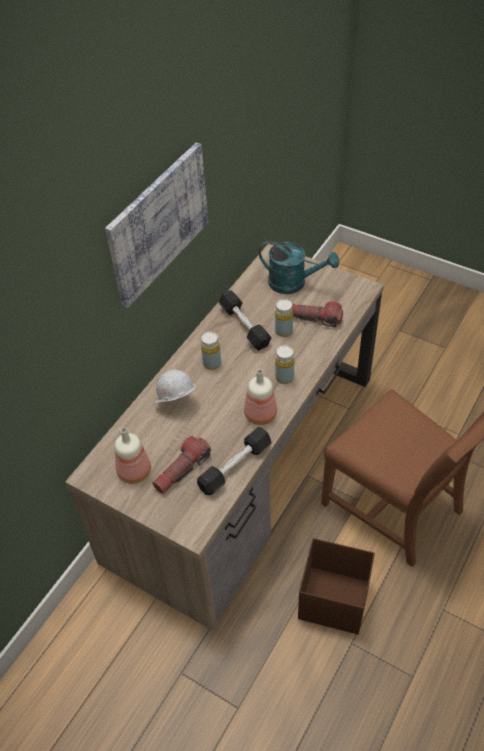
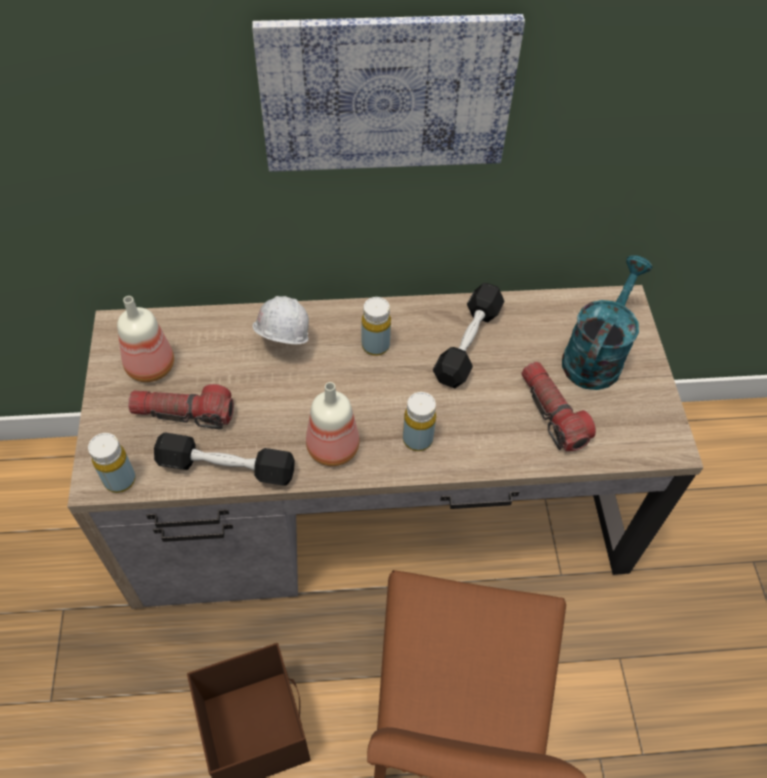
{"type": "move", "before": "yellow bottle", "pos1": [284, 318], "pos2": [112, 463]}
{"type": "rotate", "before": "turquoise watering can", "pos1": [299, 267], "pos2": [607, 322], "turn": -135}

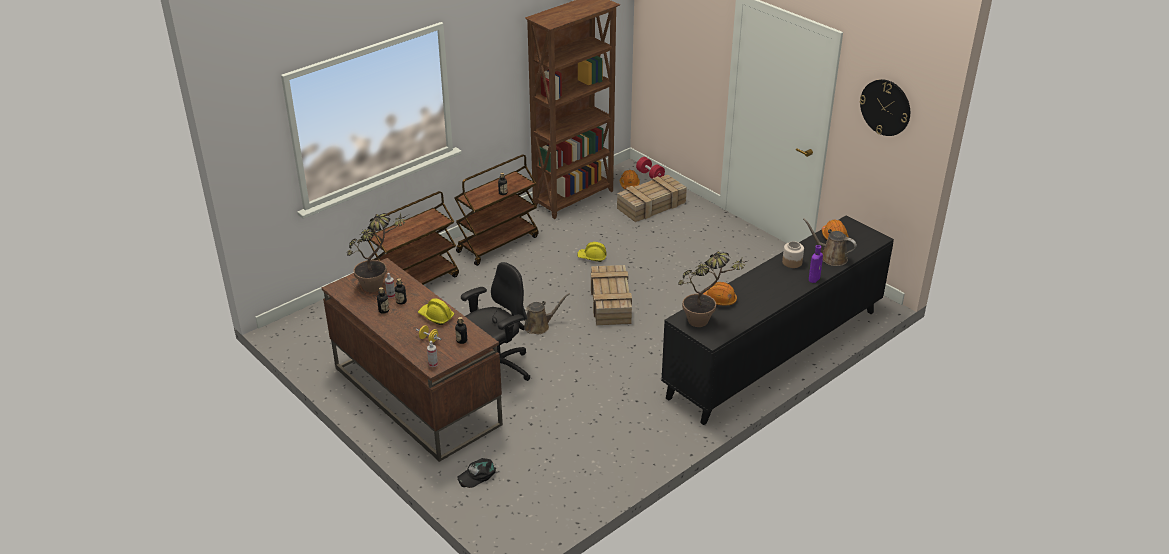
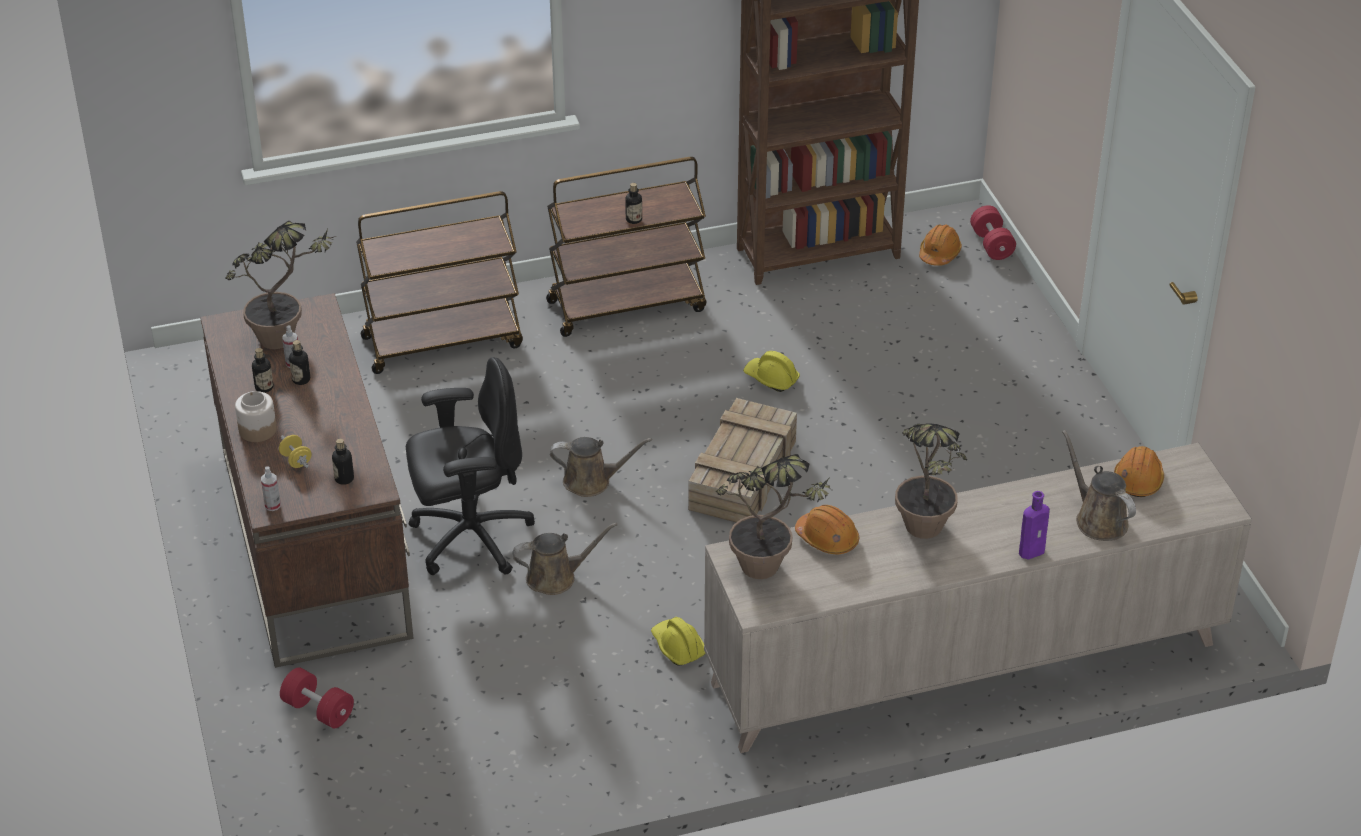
{"type": "move", "before": "jar", "pos1": [793, 254], "pos2": [256, 416]}
{"type": "replace", "before": "black cap", "after": "red dumbbell", "pos1": [476, 473], "pos2": [317, 698]}
{"type": "insert", "after": "brown watering can", "pos2": [564, 559]}
{"type": "move", "before": "yellow hard hat", "pos1": [436, 311], "pos2": [678, 641]}
{"type": "recolor", "before": "black cabinet", "after": "beige cabinet", "pos1": [777, 320], "pos2": [978, 598]}
{"type": "insert", "after": "potted plant", "pos2": [931, 481]}
{"type": "delete", "before": "crate", "pos1": [652, 198]}
{"type": "delete", "before": "wall clock", "pos1": [884, 107]}

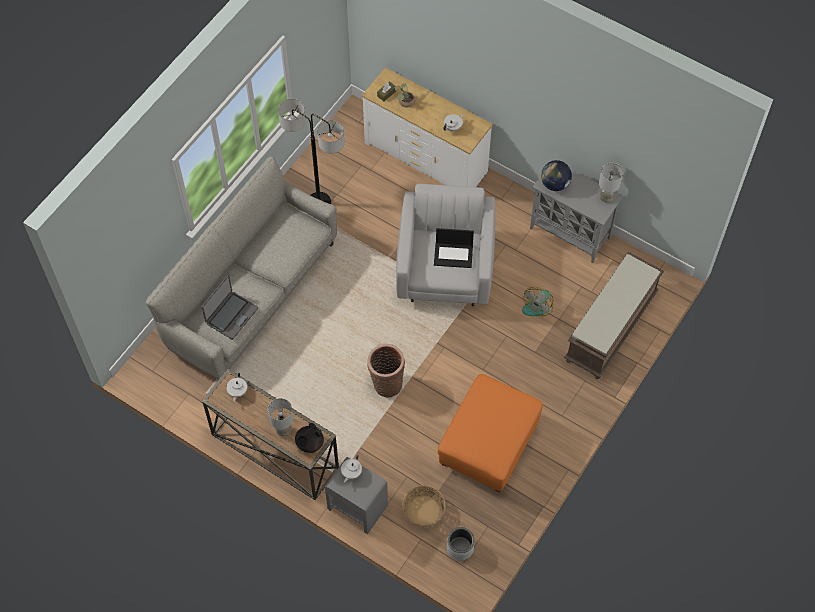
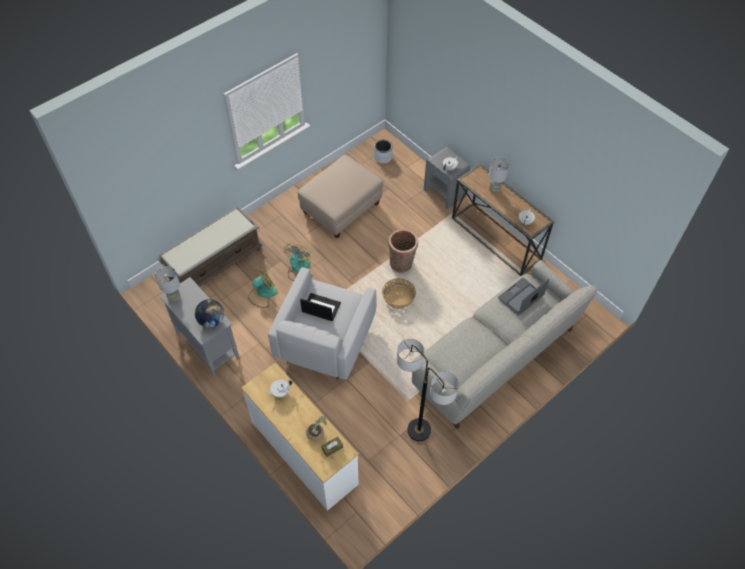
{"type": "insert", "after": "fan", "pos2": [298, 262]}
{"type": "recolor", "before": "orange ottoman", "after": "beige ottoman", "pos1": [490, 433], "pos2": [340, 196]}
{"type": "move", "before": "basket", "pos1": [424, 506], "pos2": [399, 293]}
{"type": "delete", "before": "black teapot", "pos1": [309, 438]}

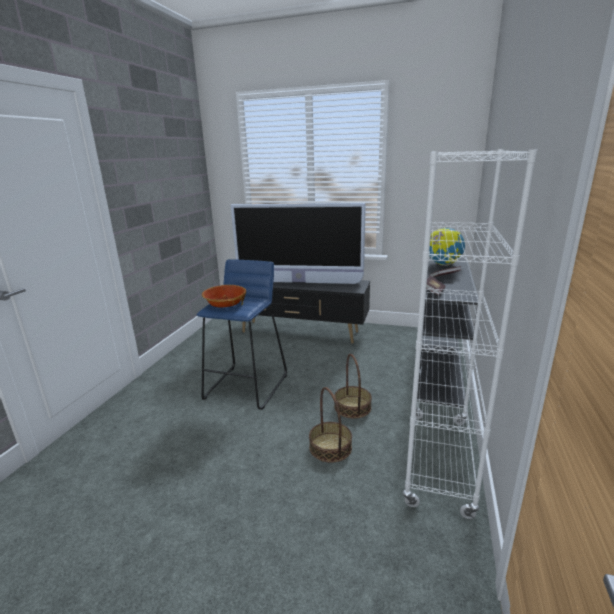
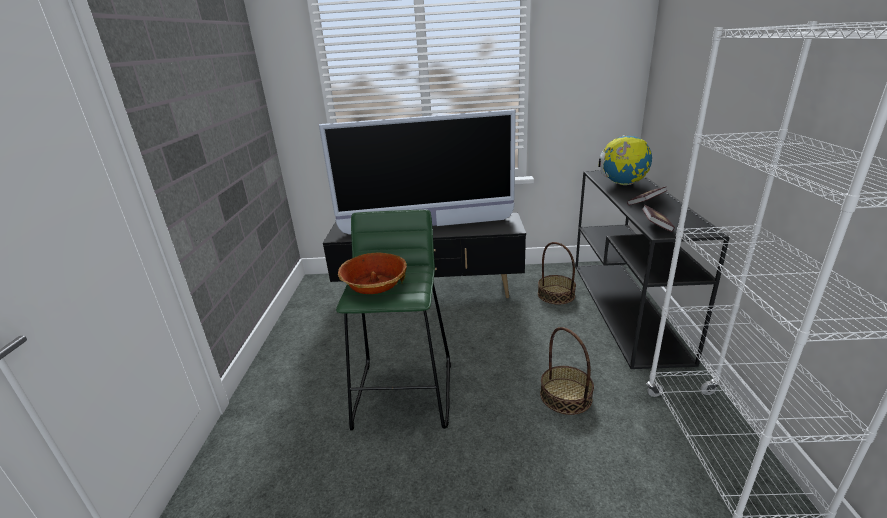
{"type": "recolor", "before": "blue stool", "after": "green stool", "pos1": [242, 334], "pos2": [393, 320]}
{"type": "move", "before": "basket", "pos1": [330, 425], "pos2": [557, 273]}

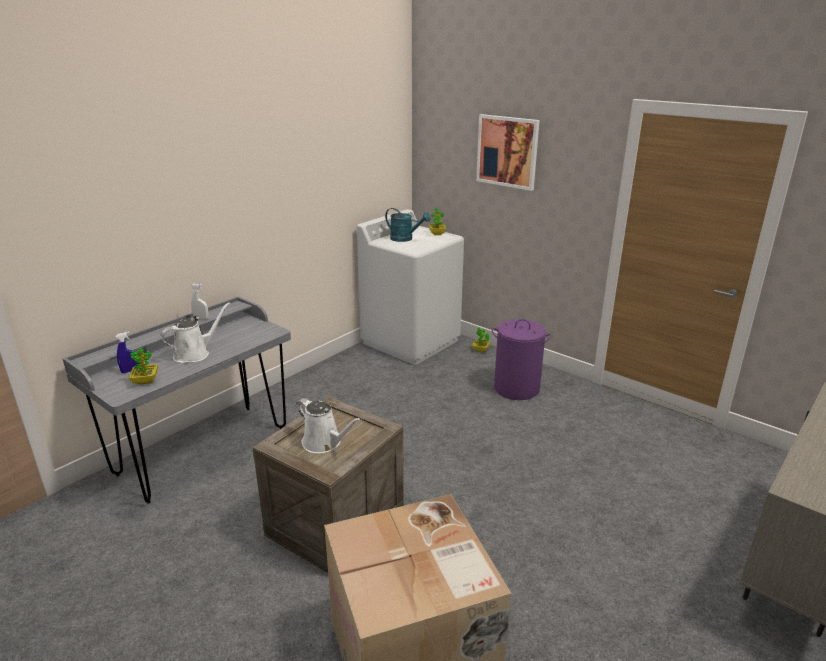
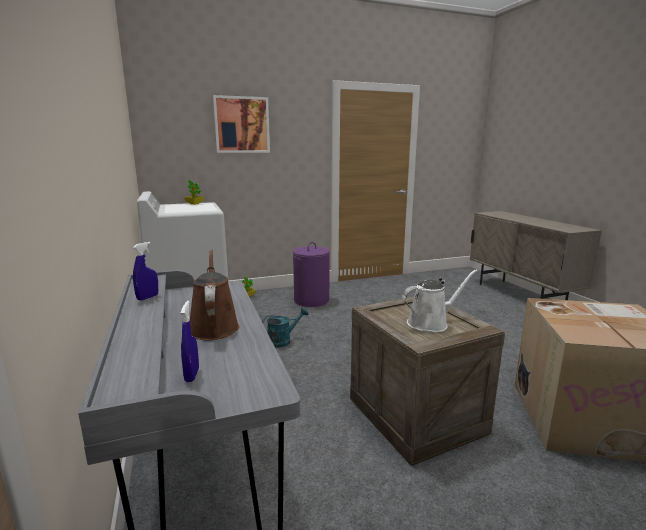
{"type": "recolor", "before": "white spray bottle", "after": "blue spray bottle", "pos1": [200, 302], "pos2": [145, 271]}
{"type": "recolor", "before": "white watering can", "after": "brown watering can", "pos1": [195, 332], "pos2": [215, 295]}
{"type": "move", "before": "turquoise watering can", "pos1": [408, 225], "pos2": [285, 327]}
{"type": "delete", "before": "potted plant", "pos1": [143, 366]}

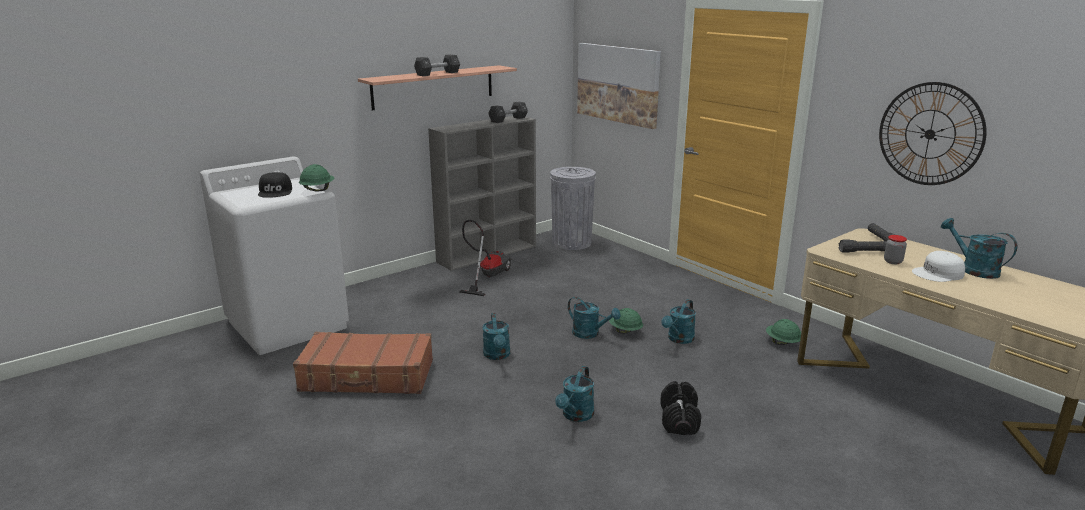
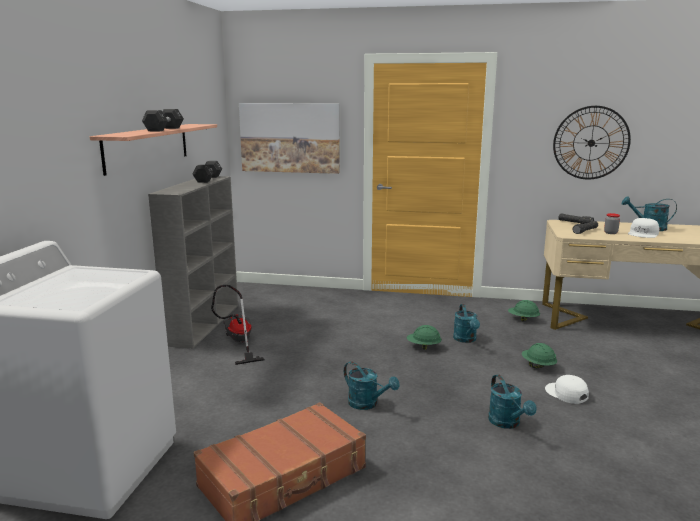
{"type": "move", "before": "green hard hat", "pos1": [317, 178], "pos2": [539, 355]}
{"type": "replace", "before": "black dumbbell", "after": "white cap", "pos1": [680, 408], "pos2": [567, 389]}
{"type": "delete", "before": "black cap", "pos1": [275, 185]}
{"type": "delete", "before": "grey trash can", "pos1": [573, 208]}
{"type": "delete", "before": "turquoise watering can", "pos1": [594, 318]}

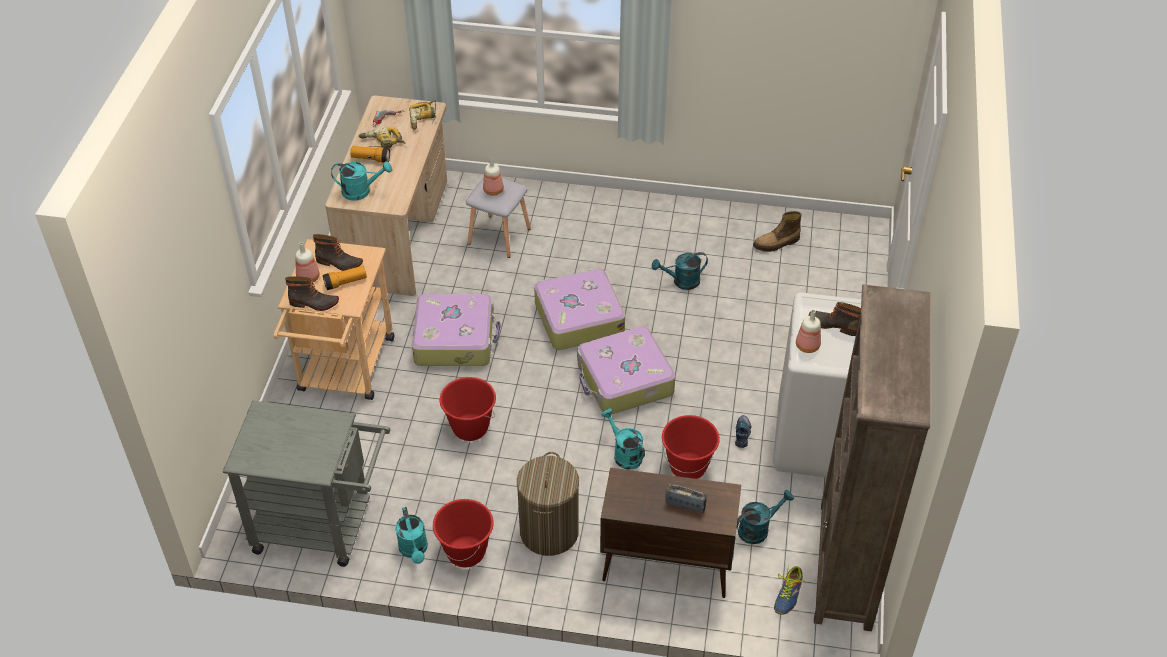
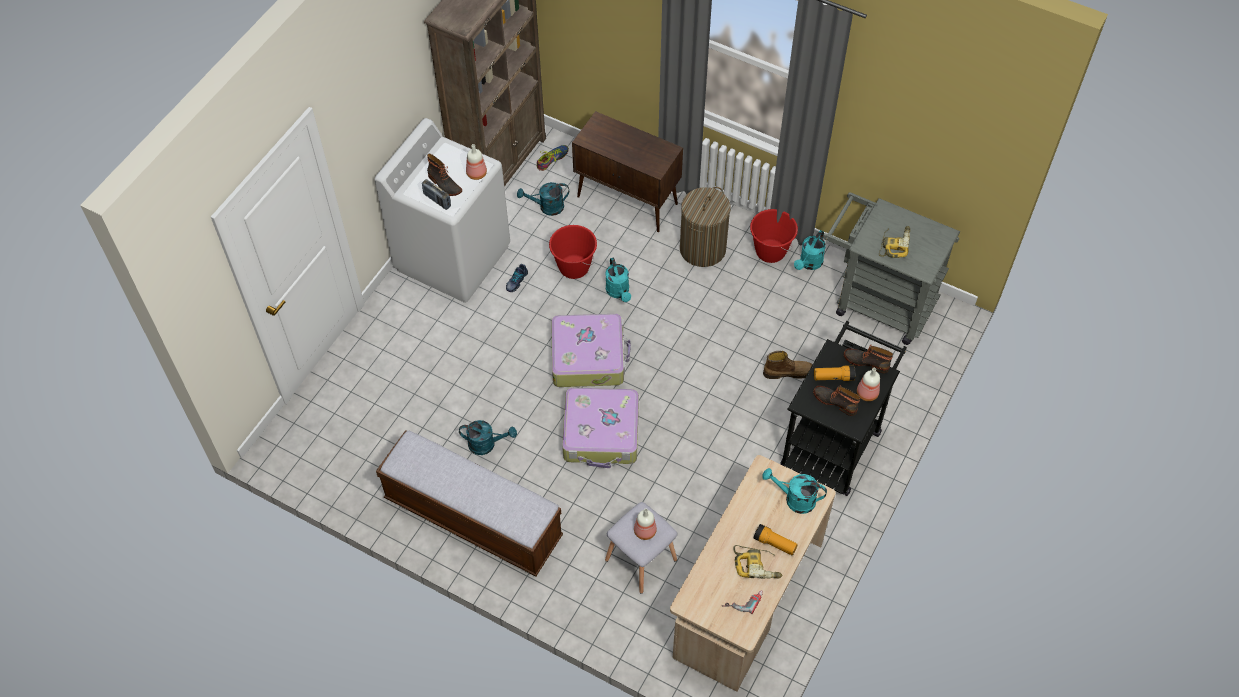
{"type": "insert", "after": "bench", "pos2": [469, 503]}
{"type": "move", "before": "radio", "pos1": [686, 498], "pos2": [436, 194]}
{"type": "move", "before": "boot", "pos1": [777, 231], "pos2": [787, 365]}
{"type": "recolor", "before": "beige cart", "after": "black cart", "pos1": [334, 319], "pos2": [844, 408]}
{"type": "rotate", "before": "turquoise watering can", "pos1": [411, 535], "pos2": [810, 250], "turn": -150}
{"type": "move", "before": "power drill", "pos1": [423, 115], "pos2": [894, 242]}
{"type": "delete", "before": "suitcase", "pos1": [456, 330]}
{"type": "delete", "before": "red bucket", "pos1": [467, 409]}

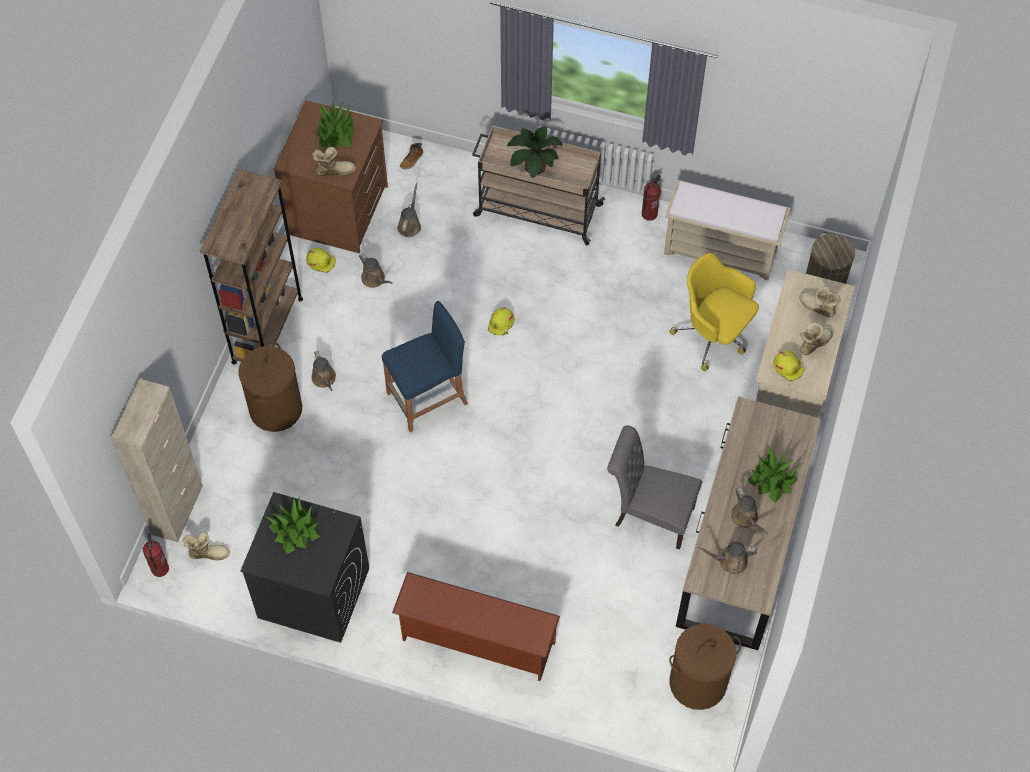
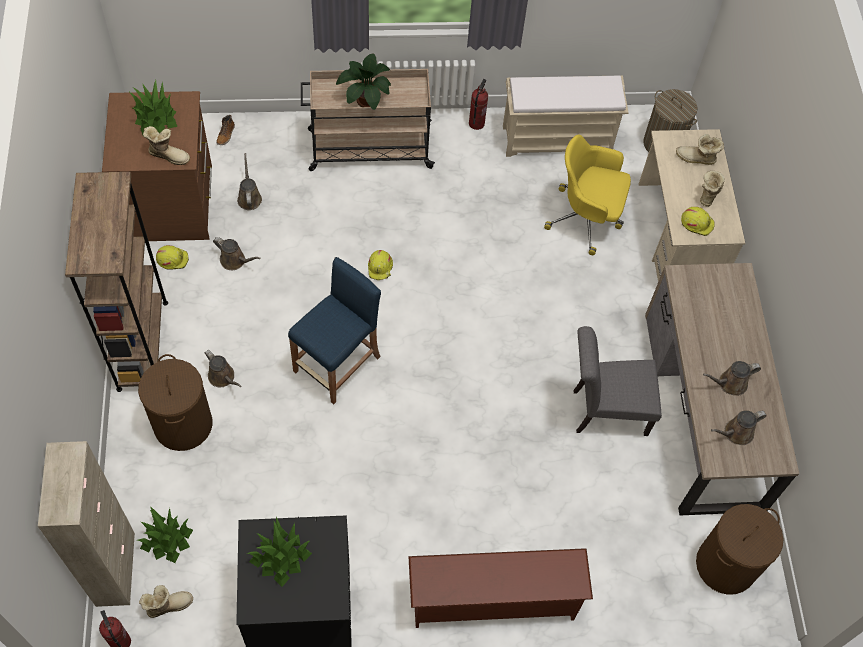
{"type": "move", "before": "potted plant", "pos1": [773, 474], "pos2": [165, 534]}
{"type": "rotate", "before": "boot", "pos1": [334, 161], "pos2": [166, 145], "turn": 45}
{"type": "rotate", "before": "brown watering can", "pos1": [749, 510], "pos2": [732, 378], "turn": 120}

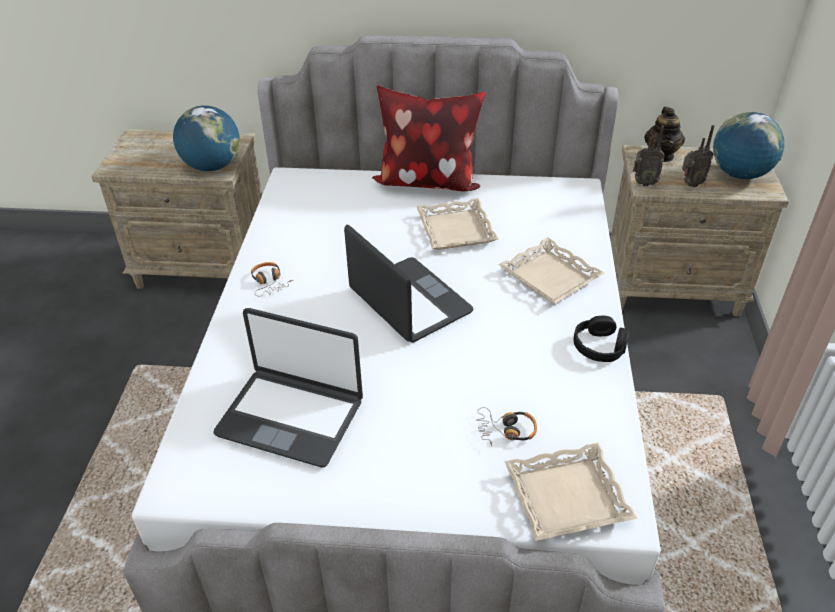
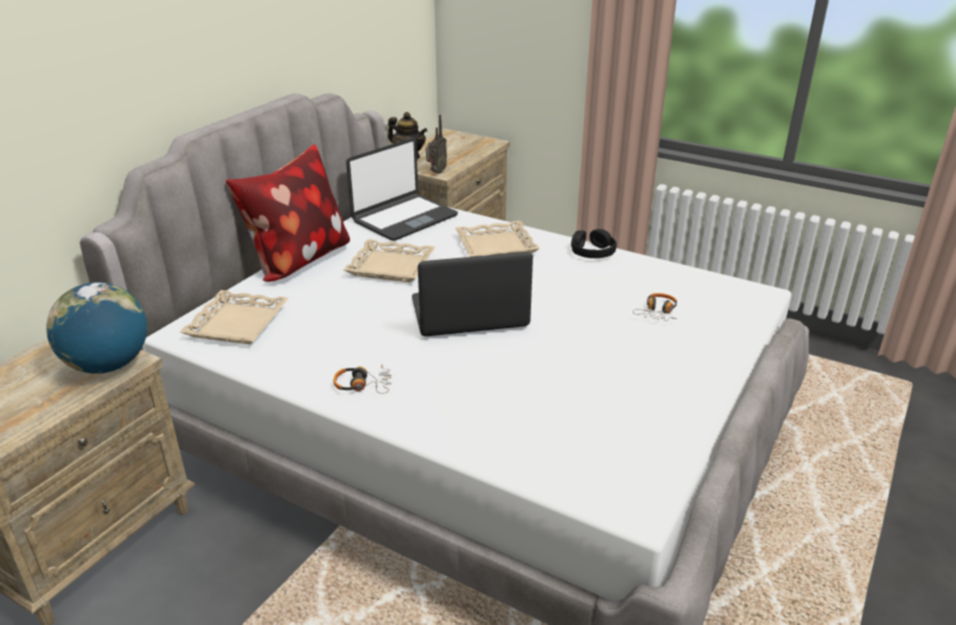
{"type": "move", "before": "beige tray", "pos1": [571, 491], "pos2": [234, 317]}
{"type": "move", "before": "laptop", "pos1": [288, 387], "pos2": [402, 189]}
{"type": "delete", "before": "radio", "pos1": [698, 156]}
{"type": "delete", "before": "globe", "pos1": [748, 145]}

